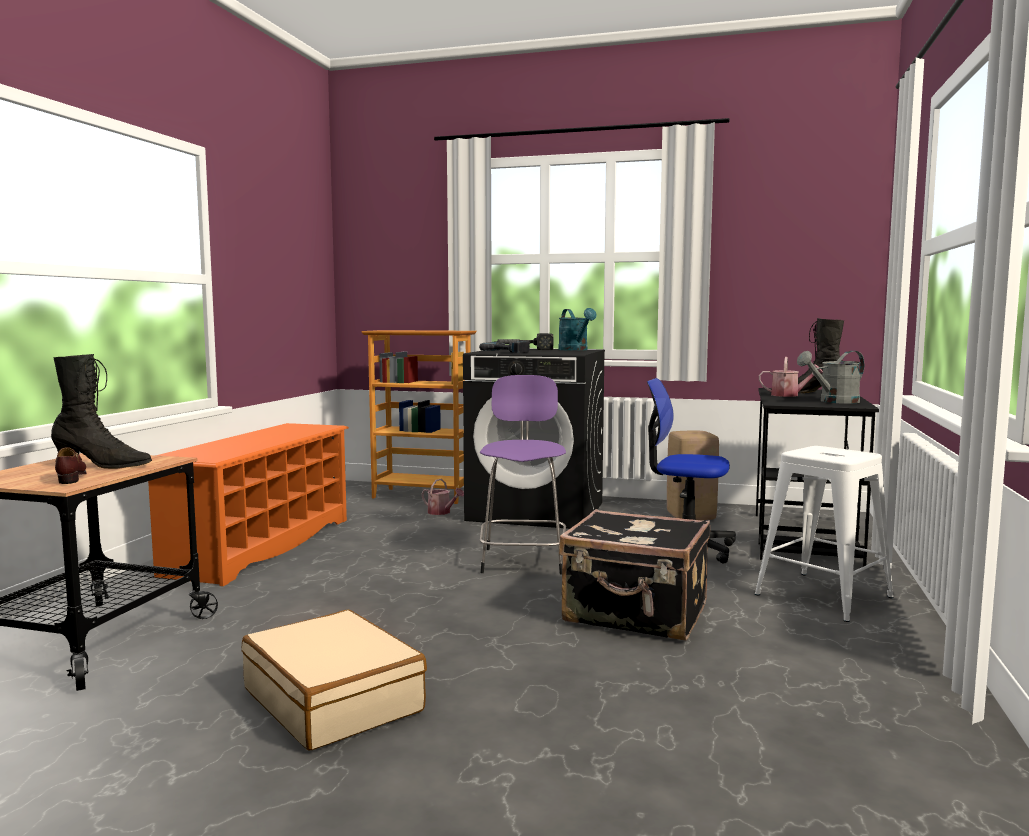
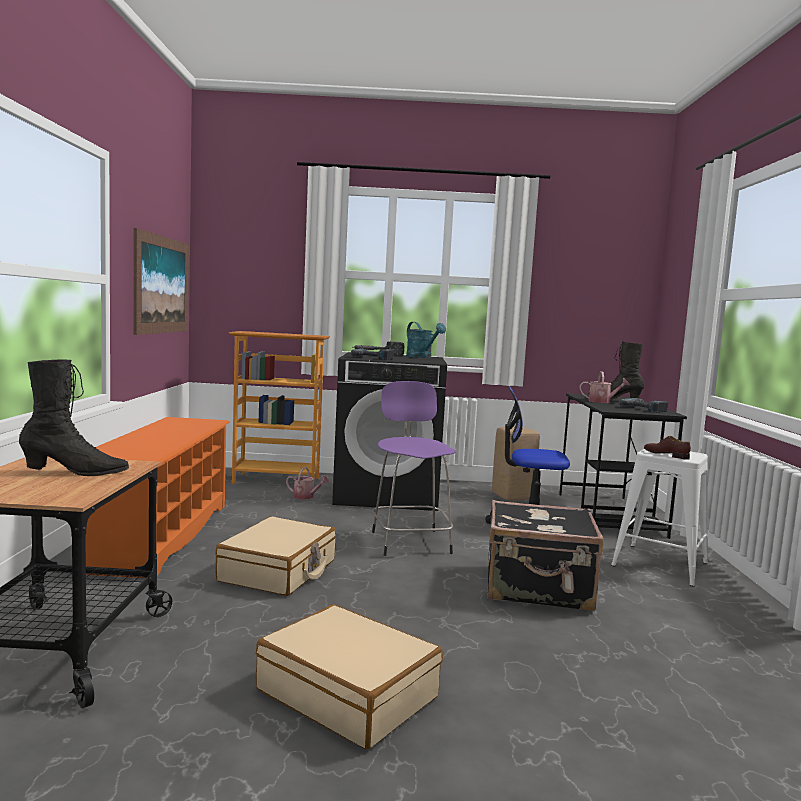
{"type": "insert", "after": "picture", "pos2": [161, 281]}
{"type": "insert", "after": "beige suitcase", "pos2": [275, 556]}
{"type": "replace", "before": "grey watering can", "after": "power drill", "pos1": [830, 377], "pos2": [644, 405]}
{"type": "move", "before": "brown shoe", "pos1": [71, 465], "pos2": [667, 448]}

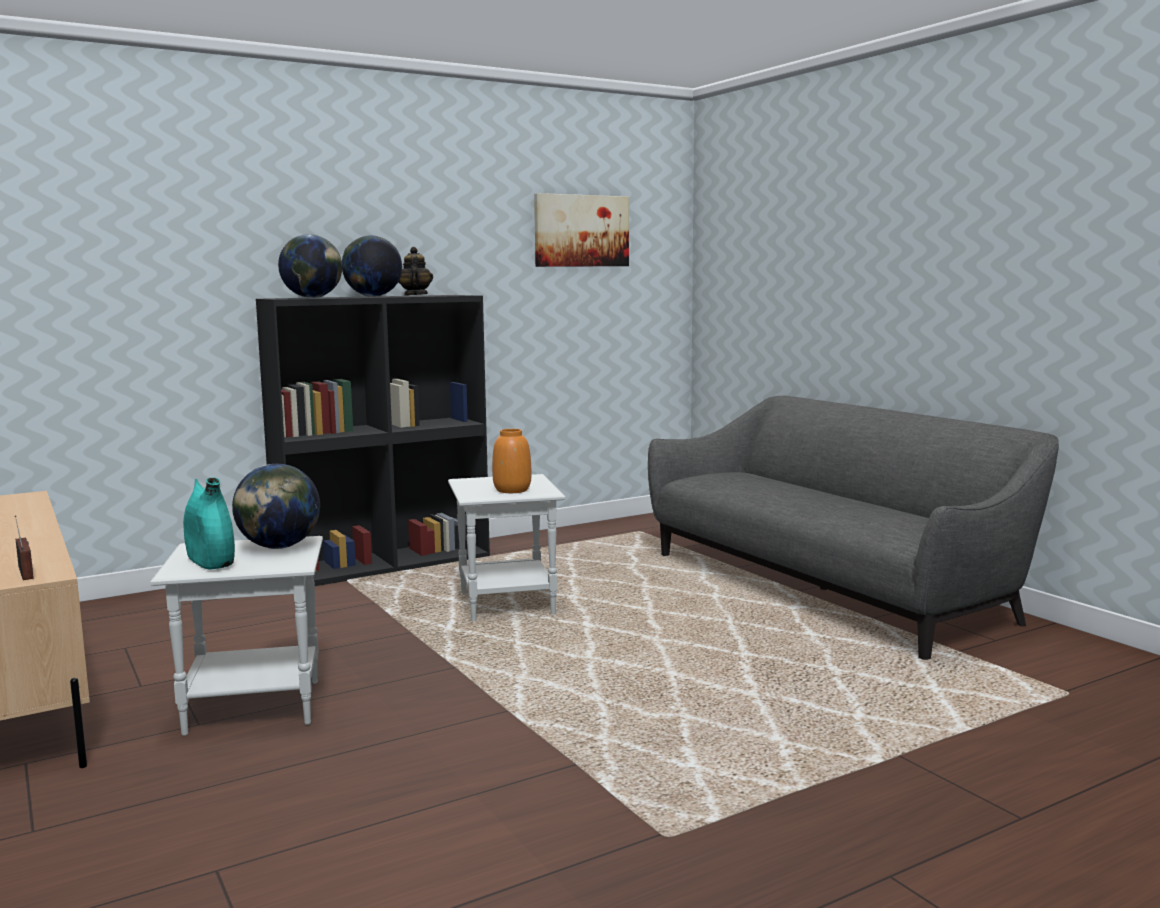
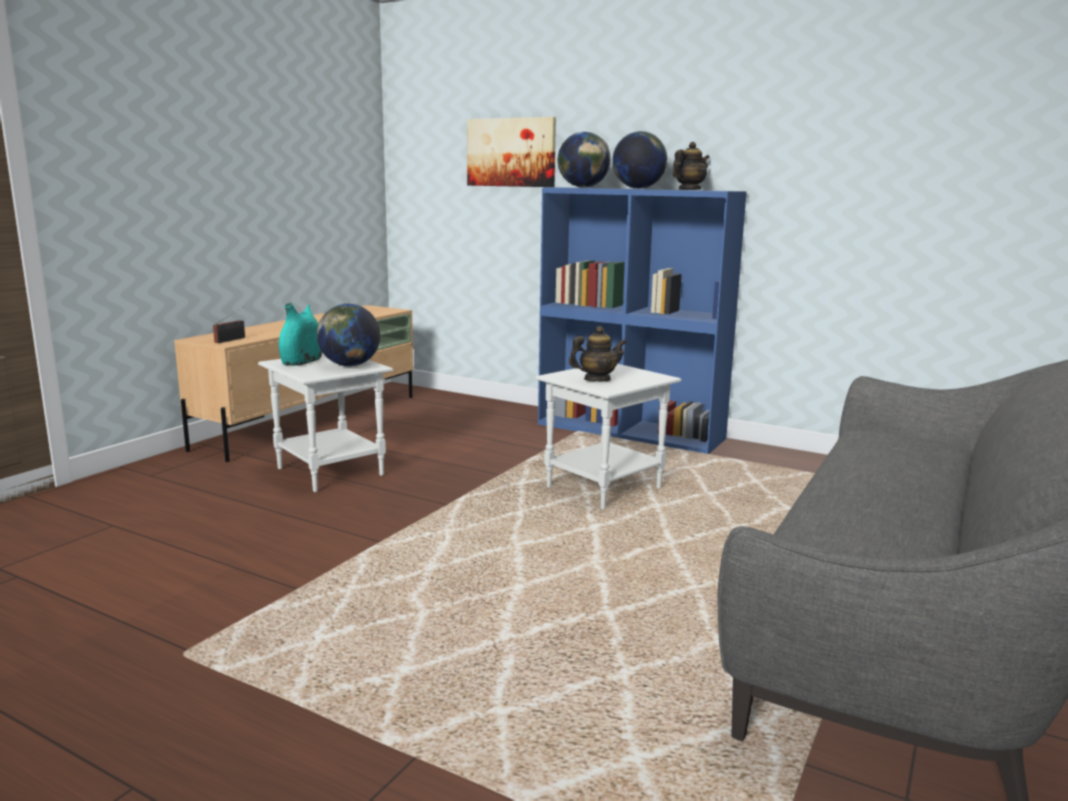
{"type": "move", "before": "picture", "pos1": [581, 230], "pos2": [511, 152]}
{"type": "recolor", "before": "black bookcase", "after": "blue bookcase", "pos1": [373, 440], "pos2": [642, 321]}
{"type": "replace", "before": "orange vase", "after": "teapot", "pos1": [511, 461], "pos2": [598, 354]}

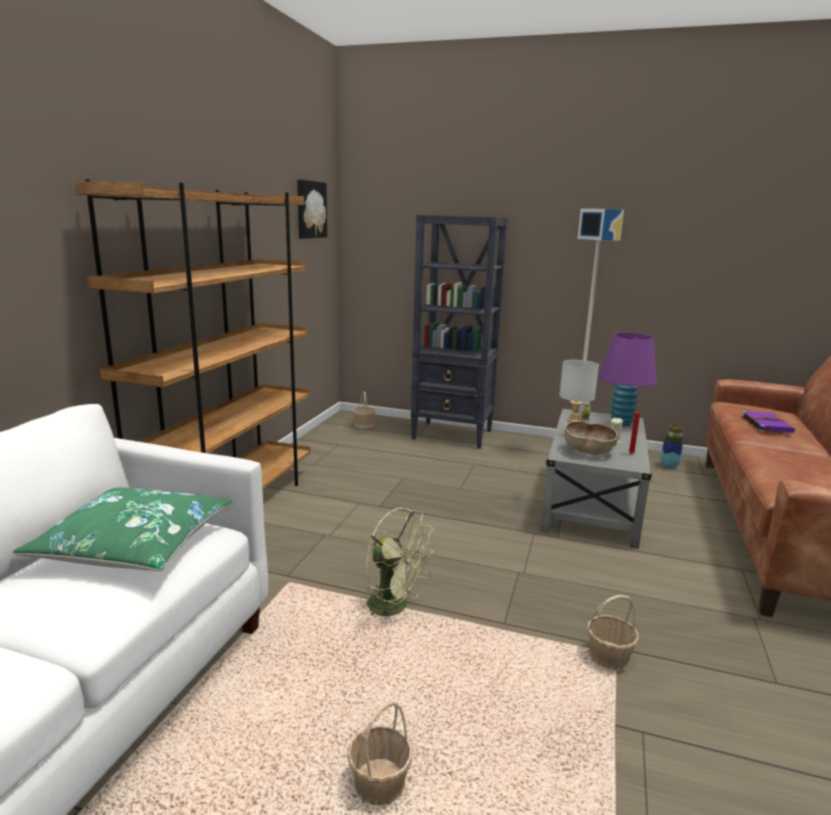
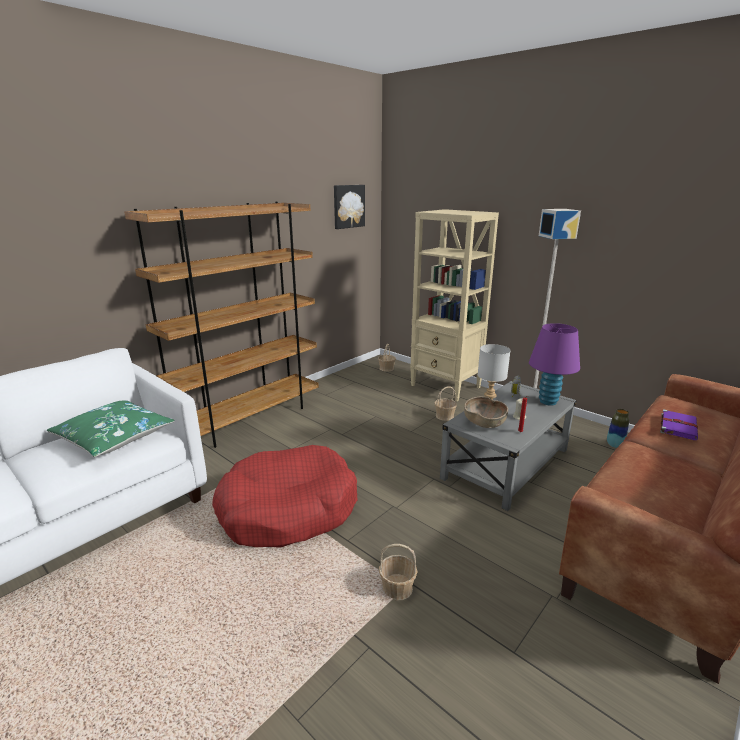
{"type": "replace", "before": "green fan", "after": "red dog bed", "pos1": [401, 562], "pos2": [284, 496]}
{"type": "recolor", "before": "black bookcase", "after": "beige bookcase", "pos1": [459, 332], "pos2": [454, 305]}
{"type": "move", "before": "basket", "pos1": [380, 753], "pos2": [446, 403]}

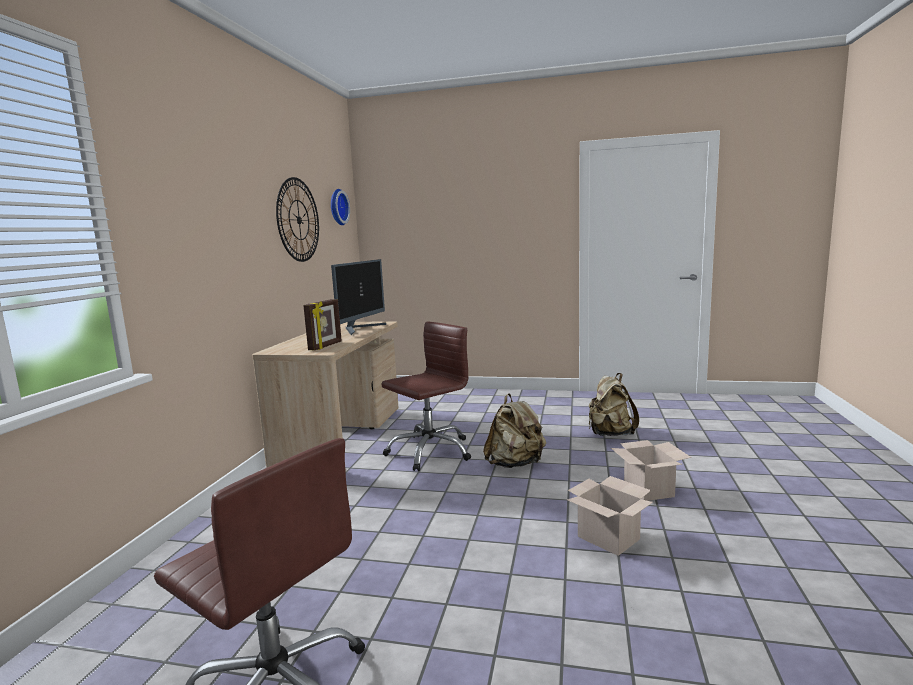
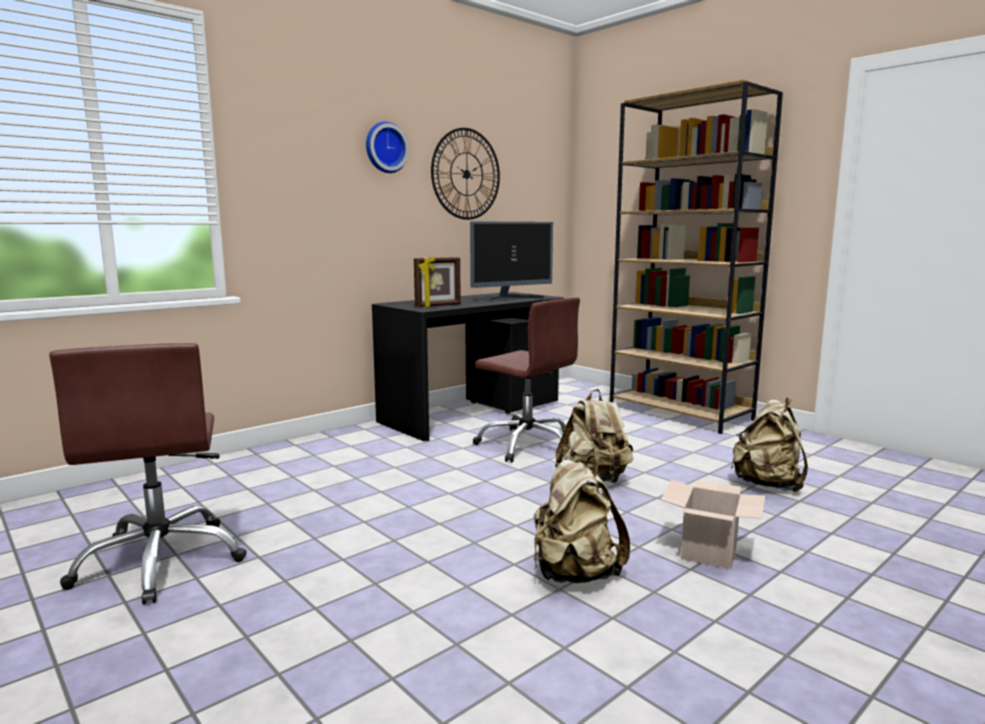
{"type": "move", "before": "wall clock", "pos1": [340, 207], "pos2": [387, 147]}
{"type": "recolor", "before": "beige desk", "after": "black desk", "pos1": [325, 396], "pos2": [468, 366]}
{"type": "rotate", "before": "brown office chair", "pos1": [426, 396], "pos2": [526, 380], "turn": 45}
{"type": "replace", "before": "cardboard box", "after": "beige backpack", "pos1": [610, 516], "pos2": [582, 519]}
{"type": "insert", "after": "brown bookcase", "pos2": [696, 257]}

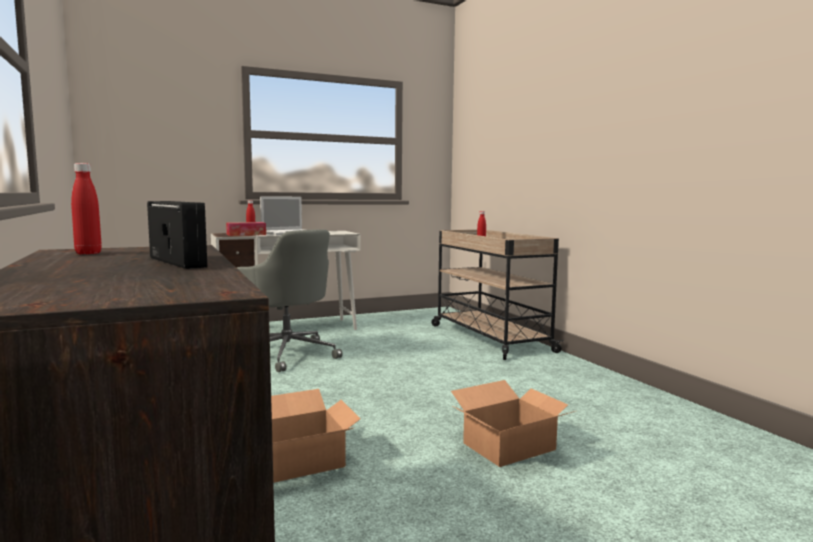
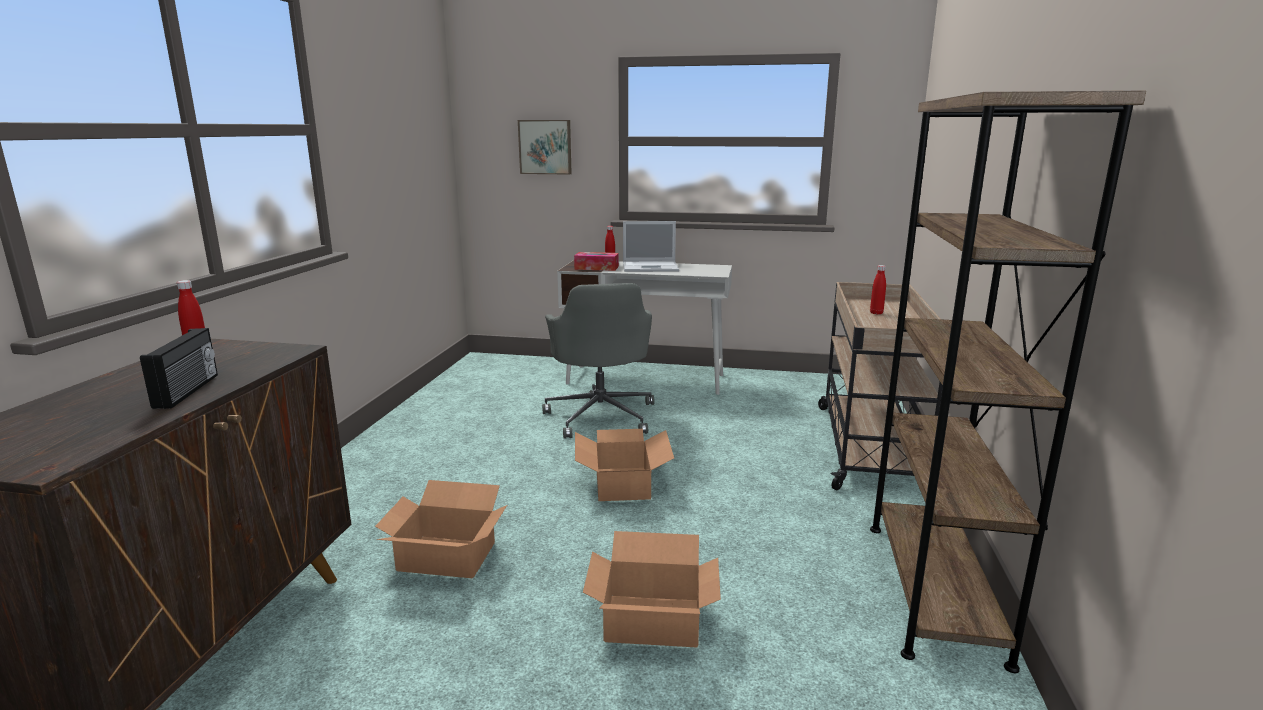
{"type": "insert", "after": "picture", "pos2": [545, 147]}
{"type": "insert", "after": "cardboard box", "pos2": [624, 465]}
{"type": "insert", "after": "brown bookcase", "pos2": [1008, 381]}

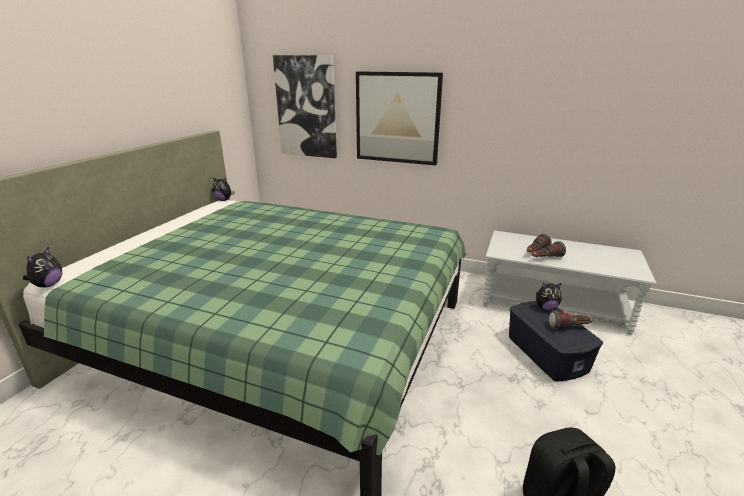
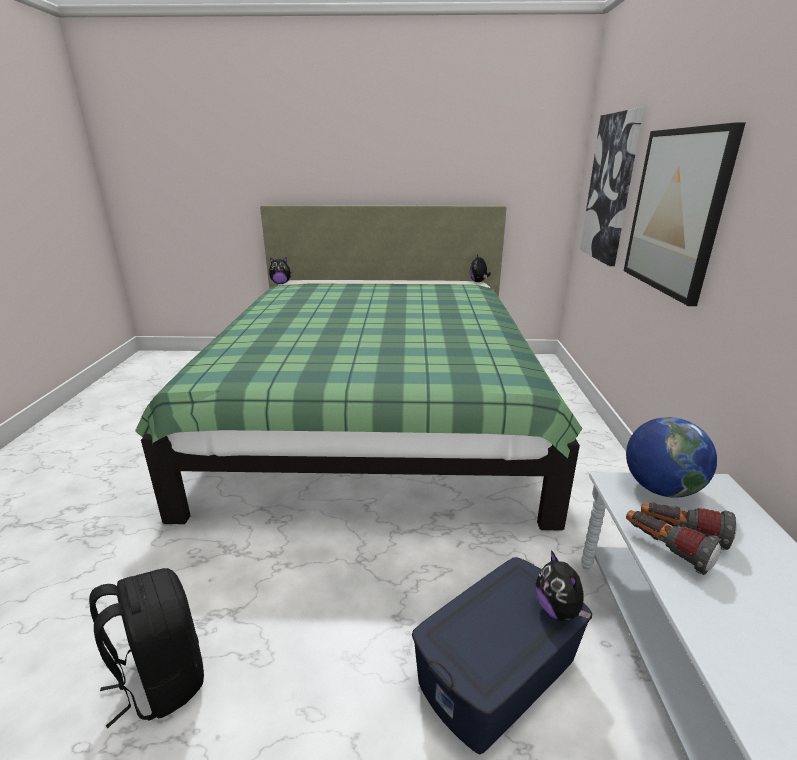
{"type": "insert", "after": "globe", "pos2": [671, 457]}
{"type": "delete", "before": "flashlight", "pos1": [571, 320]}

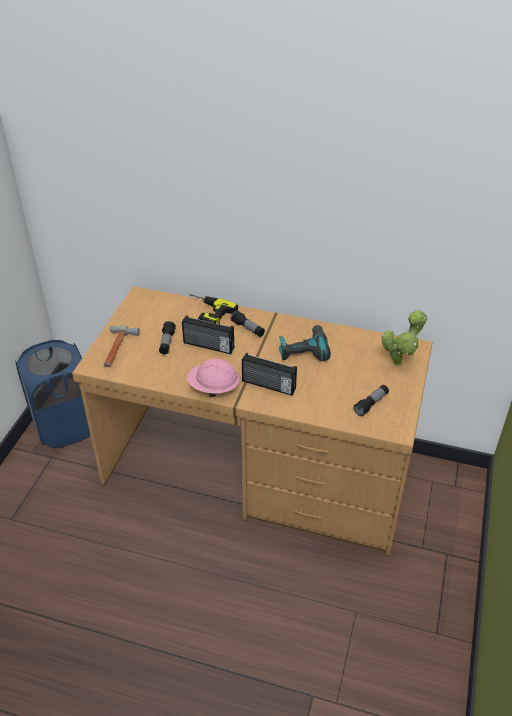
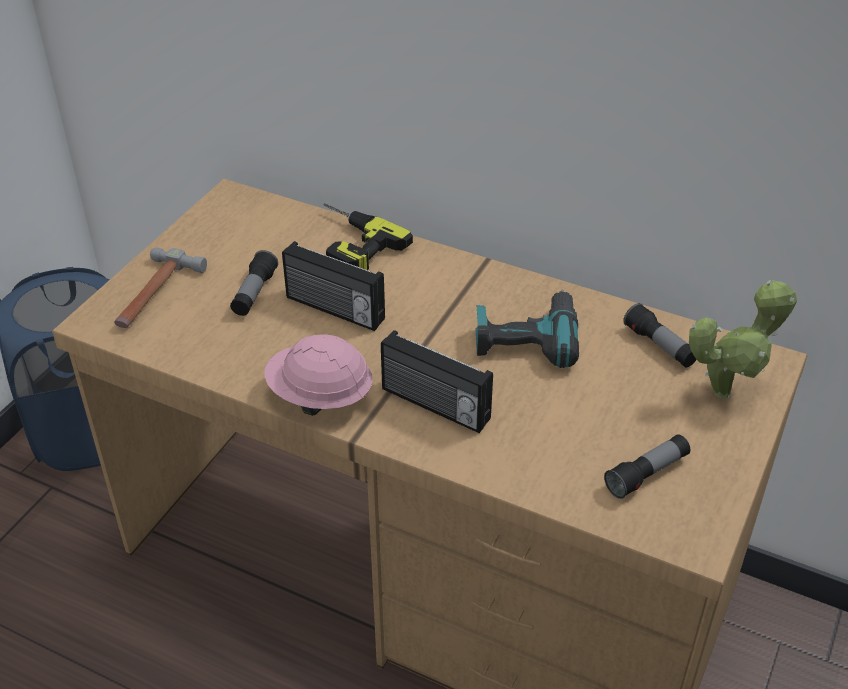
{"type": "move", "before": "flashlight", "pos1": [248, 323], "pos2": [660, 335]}

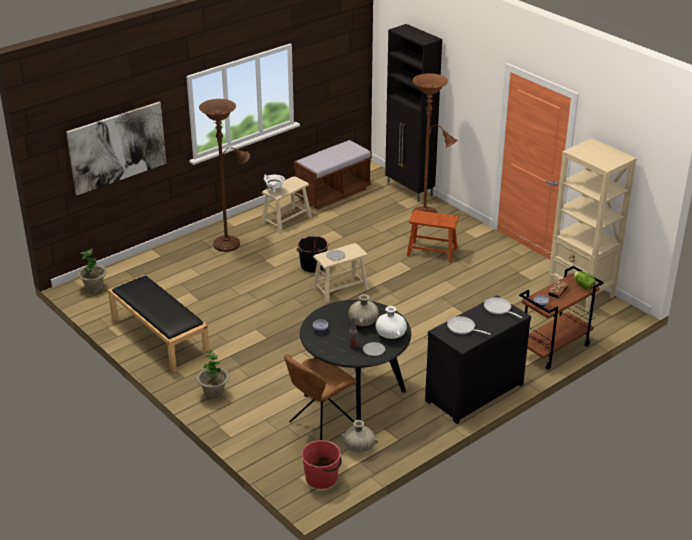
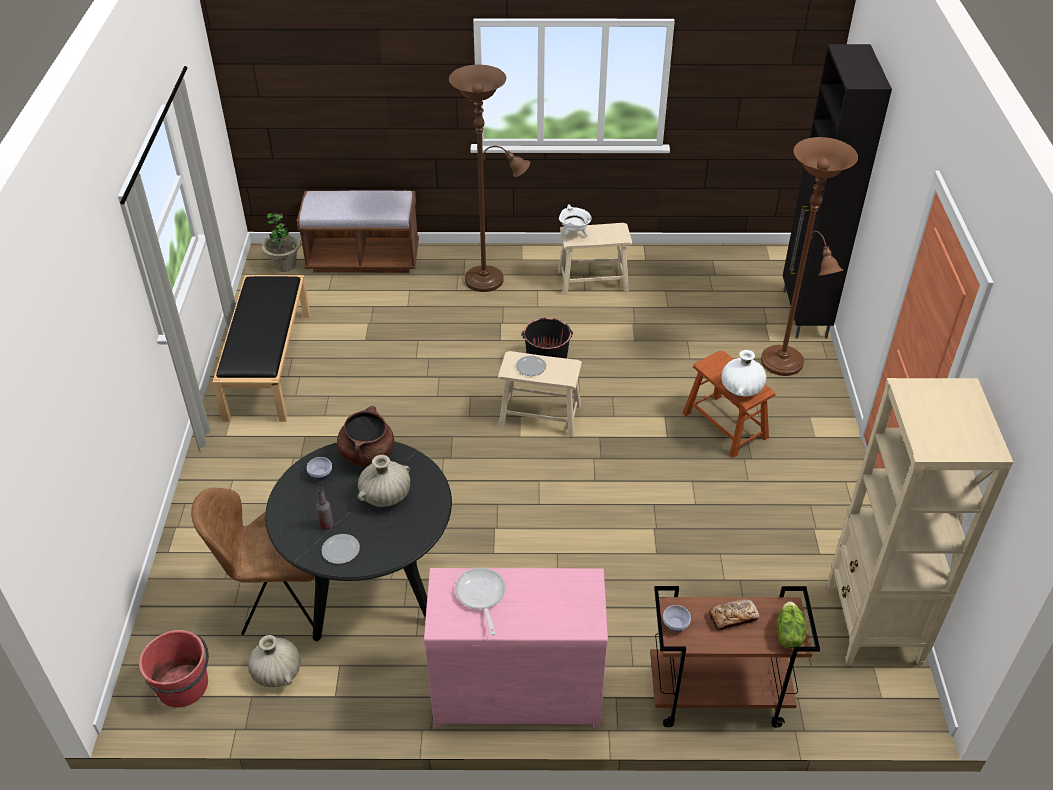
{"type": "move", "before": "brown bench", "pos1": [333, 174], "pos2": [358, 231]}
{"type": "insert", "after": "brown cooking pot", "pos2": [365, 436]}
{"type": "recolor", "before": "black dresser", "after": "pink dresser", "pos1": [478, 359], "pos2": [516, 648]}
{"type": "move", "before": "white vase", "pos1": [391, 322], "pos2": [744, 373]}
{"type": "delete", "before": "picture", "pos1": [116, 148]}
{"type": "delete", "before": "potted plant", "pos1": [212, 375]}
{"type": "delete", "before": "frying pan", "pos1": [503, 307]}

